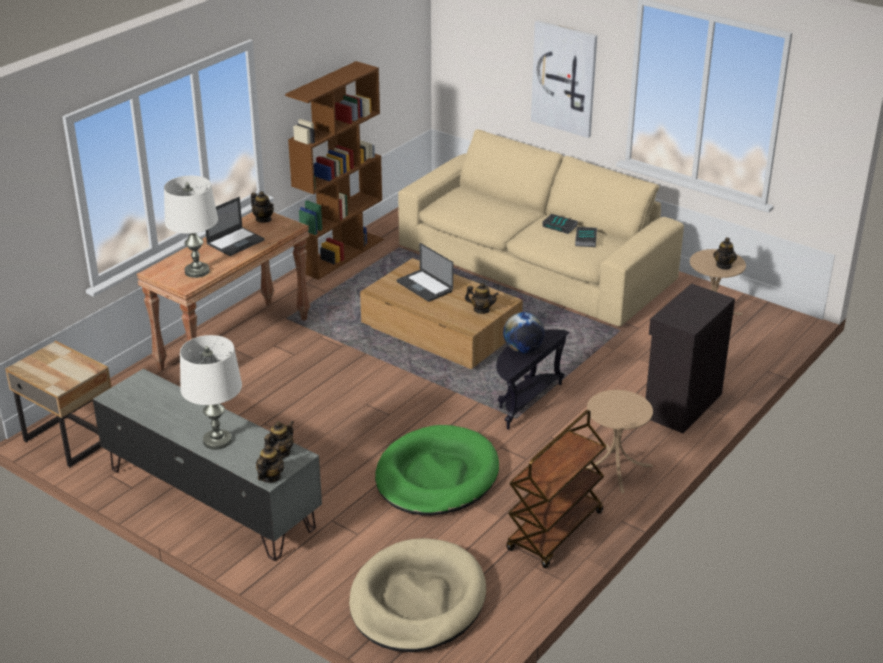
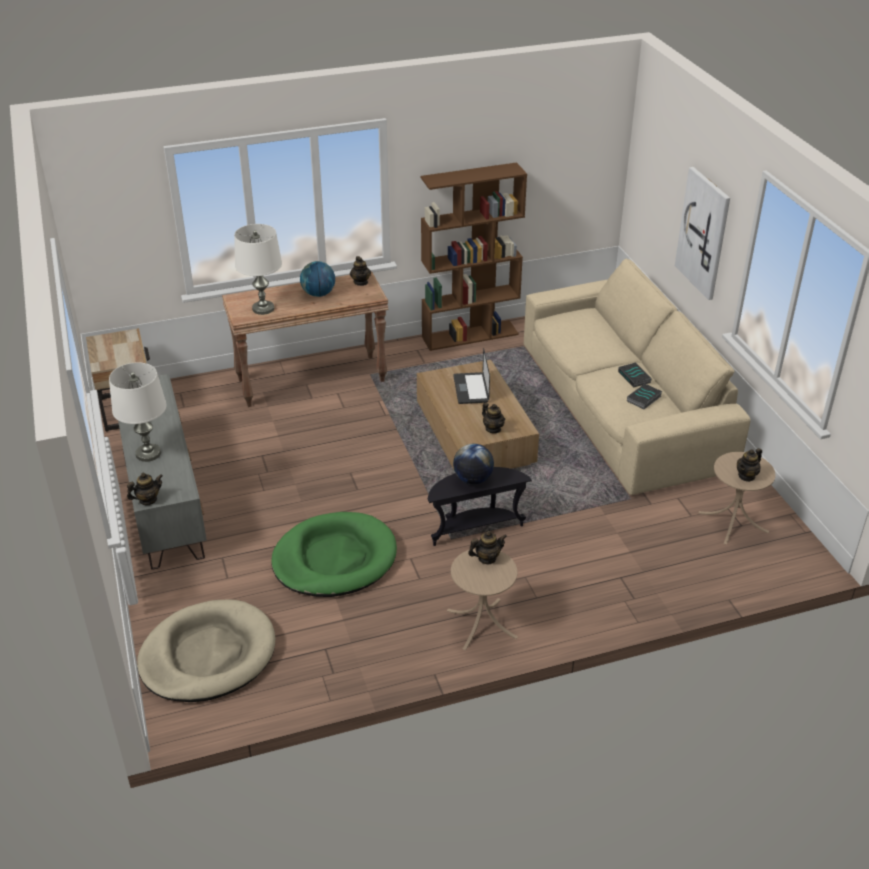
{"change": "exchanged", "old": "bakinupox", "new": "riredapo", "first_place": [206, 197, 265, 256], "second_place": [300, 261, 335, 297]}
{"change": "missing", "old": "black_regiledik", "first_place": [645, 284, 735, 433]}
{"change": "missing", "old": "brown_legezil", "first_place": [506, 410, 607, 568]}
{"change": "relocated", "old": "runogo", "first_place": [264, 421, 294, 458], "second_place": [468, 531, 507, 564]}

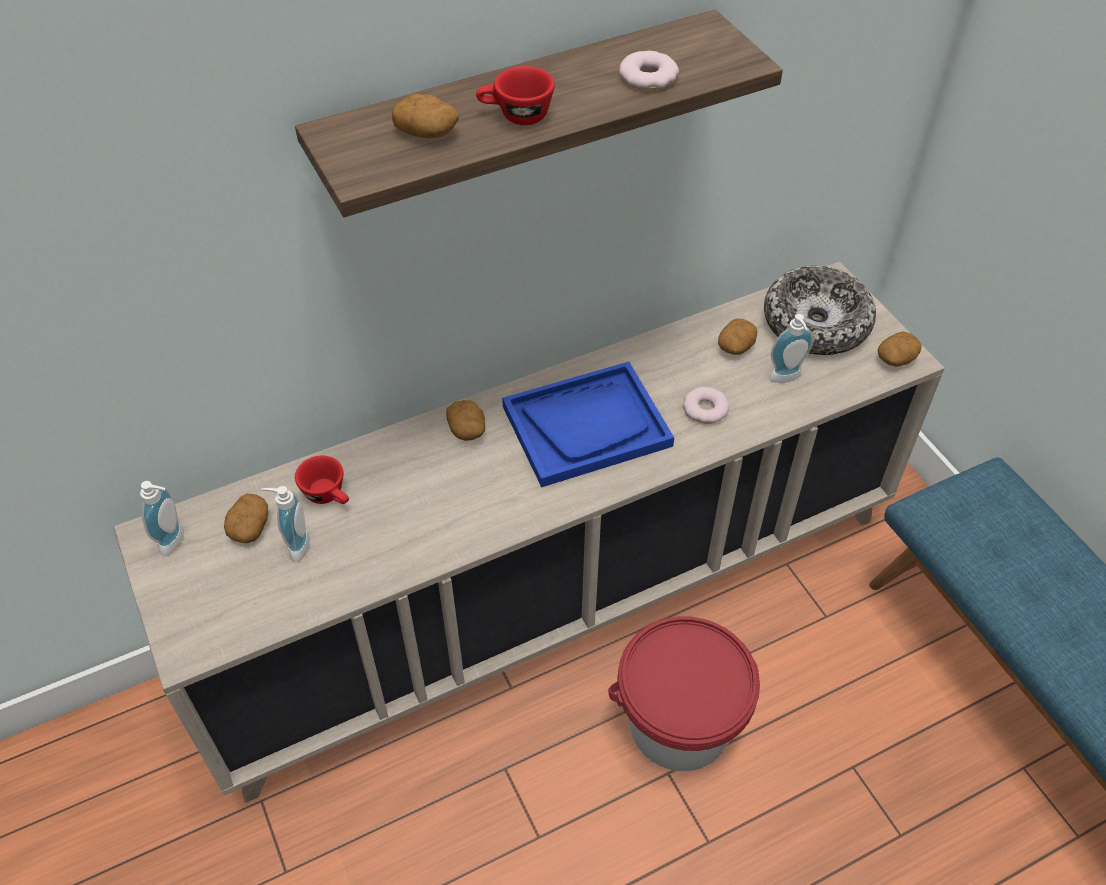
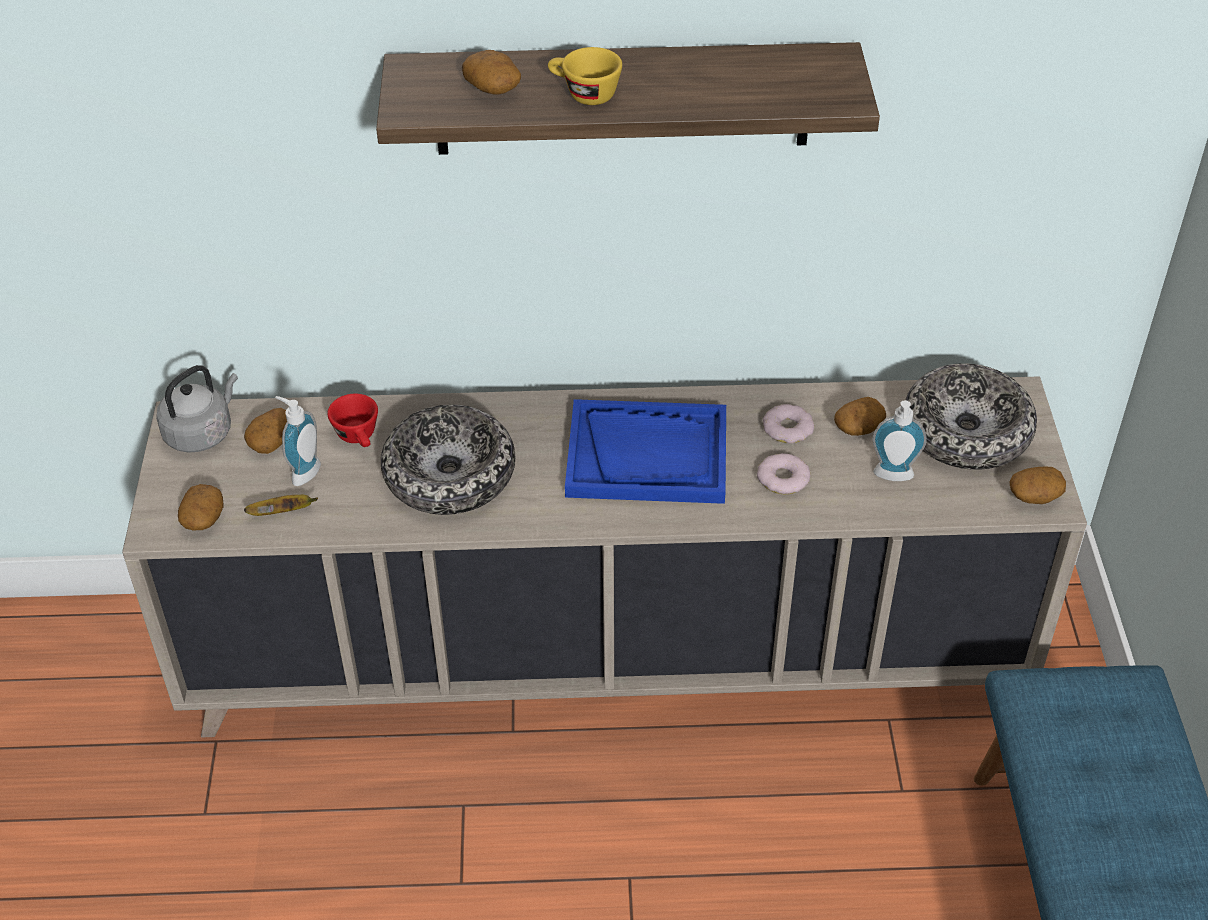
{"change": "relocated", "old": "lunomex", "first_place": [619, 51, 679, 90], "second_place": [763, 404, 814, 444]}
{"change": "colour", "old": "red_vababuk", "new": "yellow_vababuk", "first_place": [476, 66, 555, 125], "second_place": [548, 47, 622, 105]}
{"change": "relocated", "old": "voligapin", "first_place": [446, 400, 485, 441], "second_place": [178, 484, 224, 530]}
{"change": "exchanged", "old": "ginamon", "new": "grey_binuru", "first_place": [140, 481, 184, 557], "second_place": [156, 365, 238, 453]}
{"change": "missing", "old": "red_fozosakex", "first_place": [608, 616, 760, 772]}
{"change": "appeared", "new": "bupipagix", "second_place": [381, 404, 515, 515]}
{"change": "appeared", "new": "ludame", "second_place": [244, 495, 318, 516]}

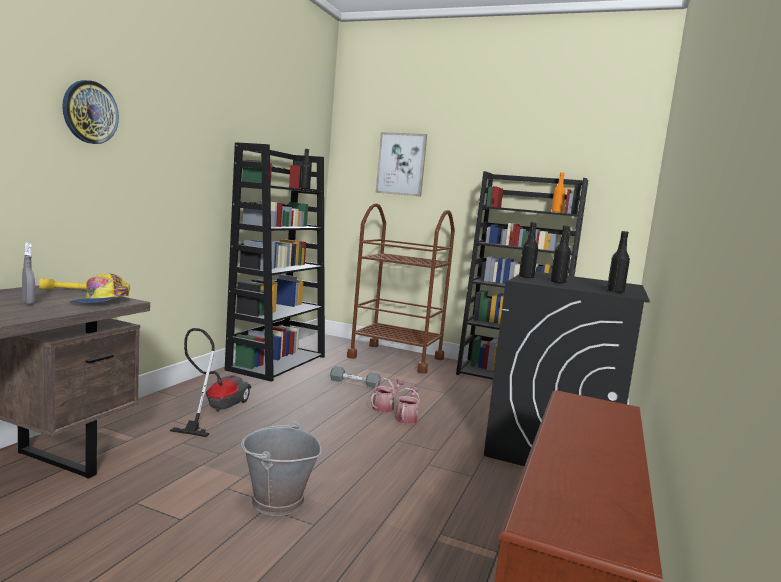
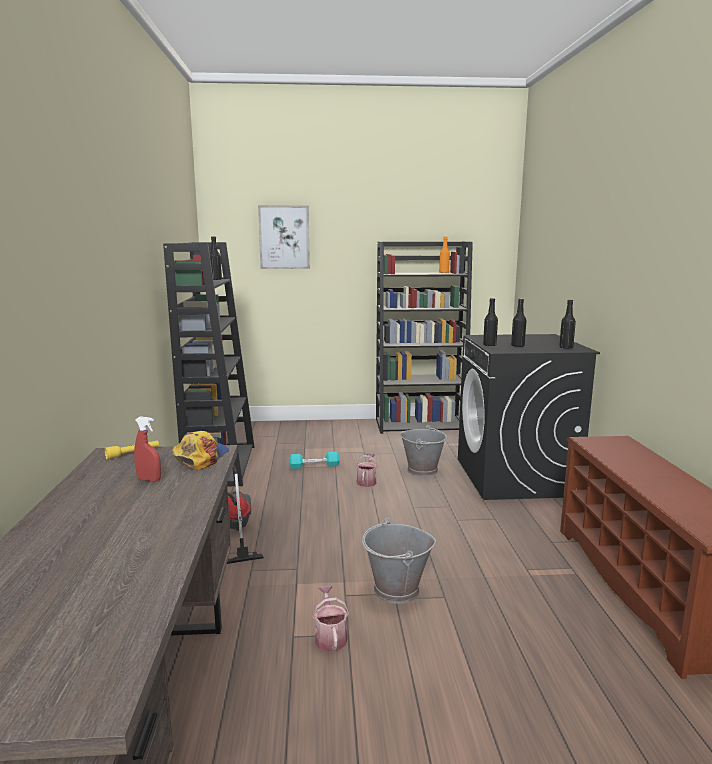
{"change": "missing", "old": "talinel", "first_place": [62, 80, 119, 144]}
{"change": "missing", "old": "brown_legezil", "first_place": [347, 203, 455, 374]}
{"change": "colour", "old": "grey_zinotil", "new": "red_zinotil", "first_place": [22, 242, 36, 304], "second_place": [134, 416, 161, 482]}
{"change": "spun", "old": "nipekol", "first_place": [69, 274, 130, 303], "second_place": [172, 431, 229, 469], "degrees": -150}
{"change": "colour", "old": "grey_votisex", "new": "turquoise_votisex", "first_place": [330, 366, 381, 388], "second_place": [289, 452, 340, 469]}
{"change": "relocated", "old": "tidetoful", "first_place": [395, 387, 421, 424], "second_place": [313, 586, 349, 652]}
{"change": "appeared", "new": "grey_fozosakex", "second_place": [400, 425, 447, 477]}

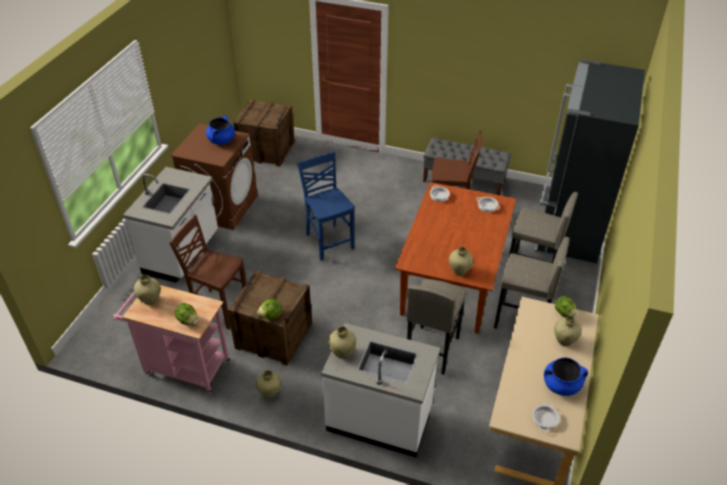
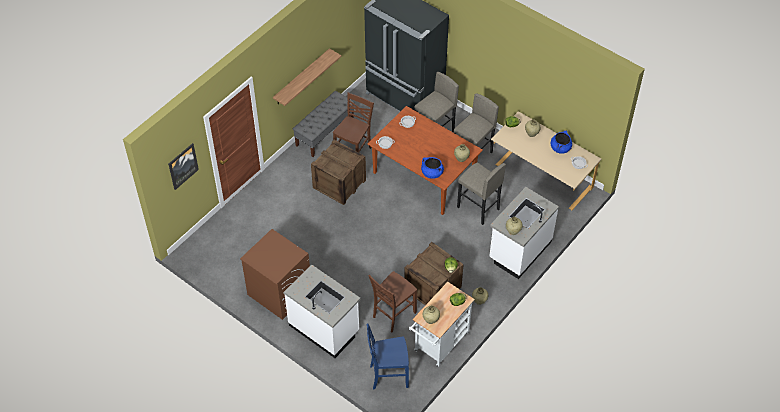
{"change": "relocated", "old": "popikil", "first_place": [234, 99, 295, 167], "second_place": [311, 140, 366, 205]}
{"change": "relocated", "old": "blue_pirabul", "first_place": [206, 116, 235, 145], "second_place": [421, 157, 444, 179]}
{"change": "relocated", "old": "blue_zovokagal", "first_place": [297, 151, 355, 261], "second_place": [367, 324, 409, 389]}
{"change": "colour", "old": "pink_legezil", "new": "white_legezil", "first_place": [113, 285, 230, 393], "second_place": [409, 282, 475, 367]}
{"change": "appeared", "new": "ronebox", "second_place": [273, 48, 341, 106]}
{"change": "appeared", "new": "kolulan", "second_place": [168, 143, 199, 190]}

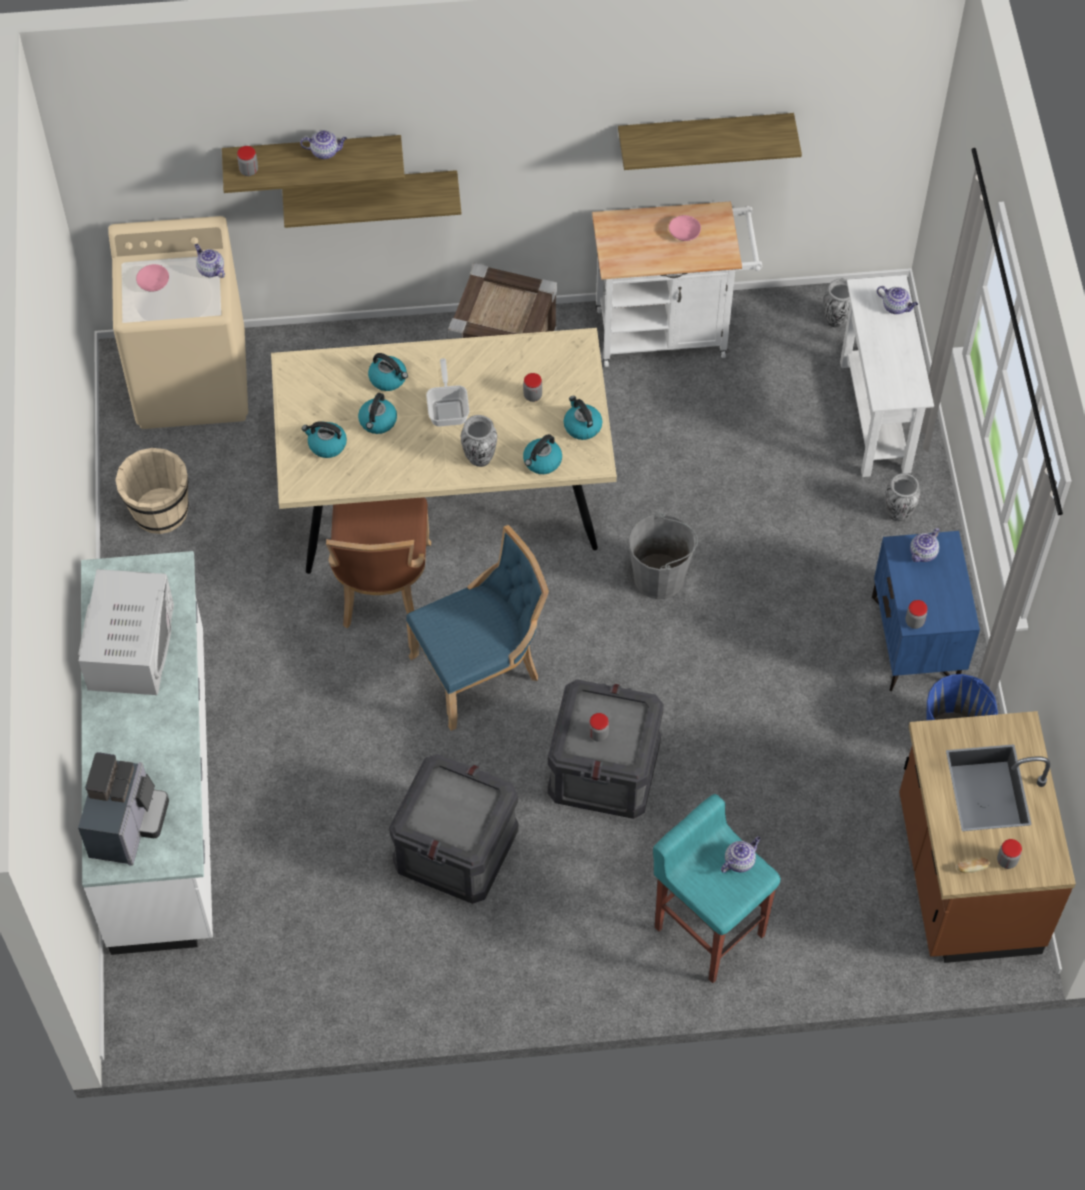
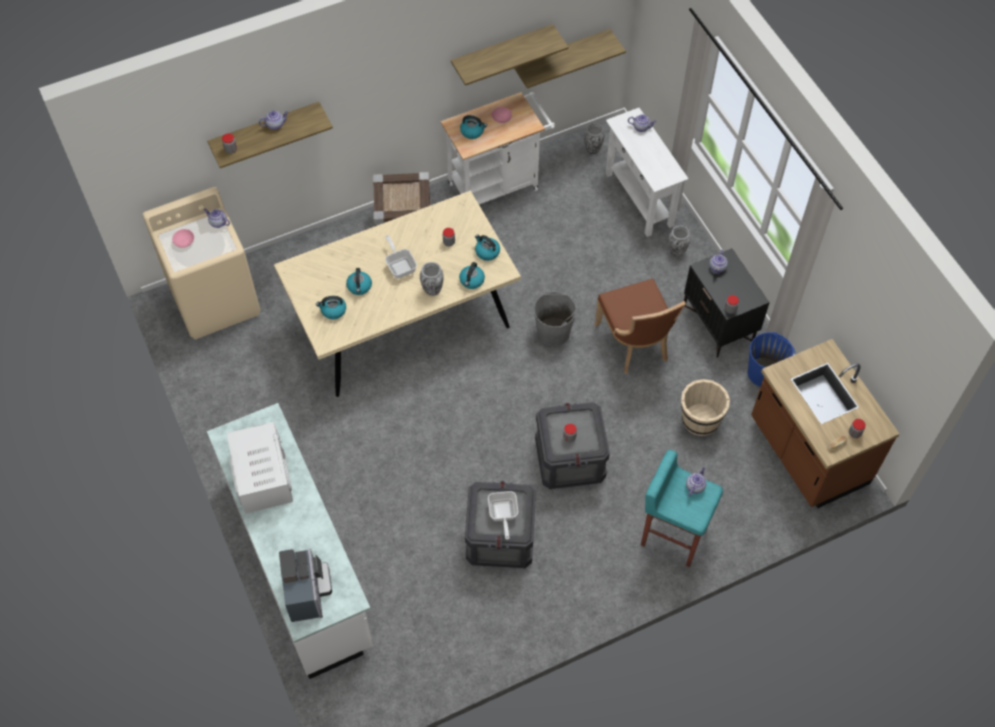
{"change": "relocated", "old": "ronebox", "first_place": [282, 170, 461, 228], "second_place": [514, 29, 626, 88]}
{"change": "relocated", "old": "binuru", "first_place": [368, 353, 408, 391], "second_place": [460, 115, 487, 139]}
{"change": "relocated", "old": "beige_fozosakex", "first_place": [116, 448, 189, 534], "second_place": [681, 379, 730, 436]}
{"change": "relocated", "old": "brown_zovokagal", "first_place": [326, 497, 431, 628], "second_place": [594, 279, 686, 374]}
{"change": "missing", "old": "blue_zovokagal", "first_place": [406, 525, 549, 731]}
{"change": "colour", "old": "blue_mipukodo", "new": "black_mipukodo", "first_place": [872, 531, 980, 691], "second_place": [684, 248, 770, 357]}
{"change": "appeared", "new": "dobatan", "second_place": [488, 491, 518, 540]}

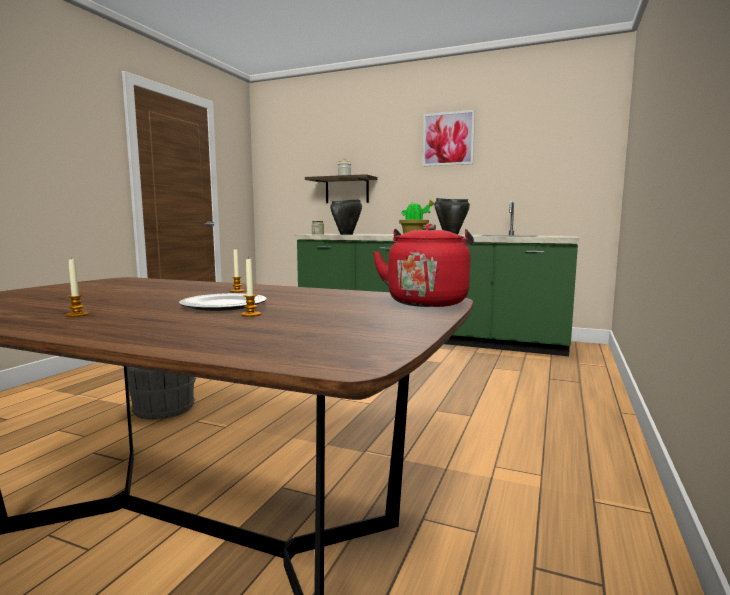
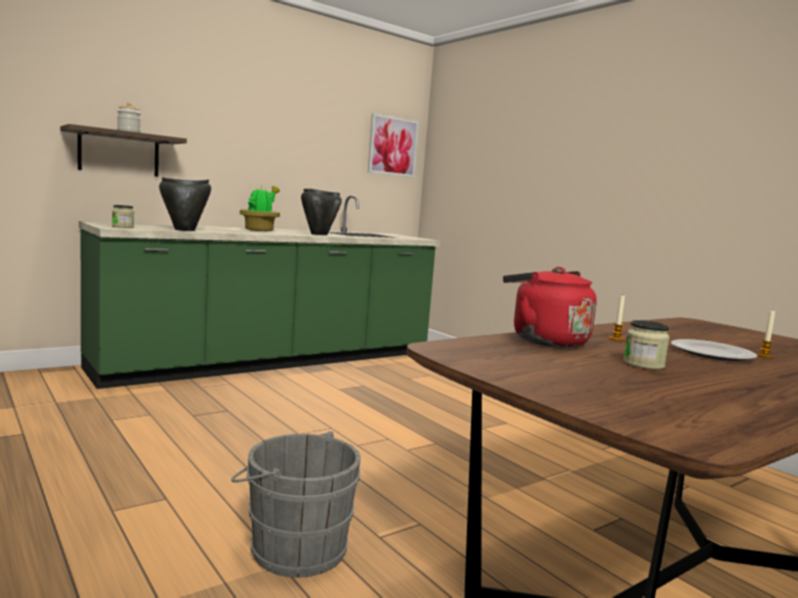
{"change": "relocated", "old": "kolulan", "first_place": [423, 110, 475, 166], "second_place": [368, 113, 419, 178]}
{"change": "relocated", "old": "red_binuru", "first_place": [373, 224, 474, 307], "second_place": [503, 267, 597, 347]}
{"change": "missing", "old": "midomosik", "first_place": [66, 257, 89, 317]}
{"change": "appeared", "new": "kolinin", "second_place": [623, 320, 670, 370]}

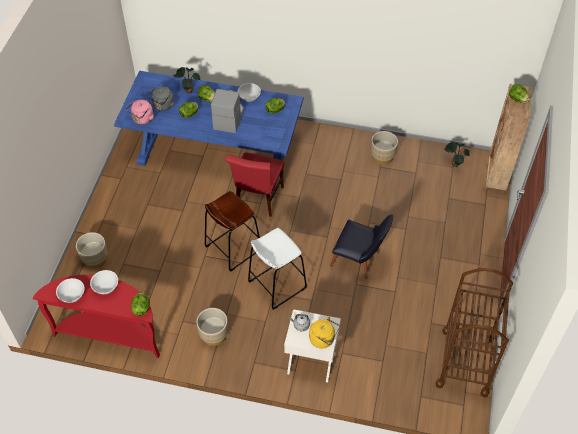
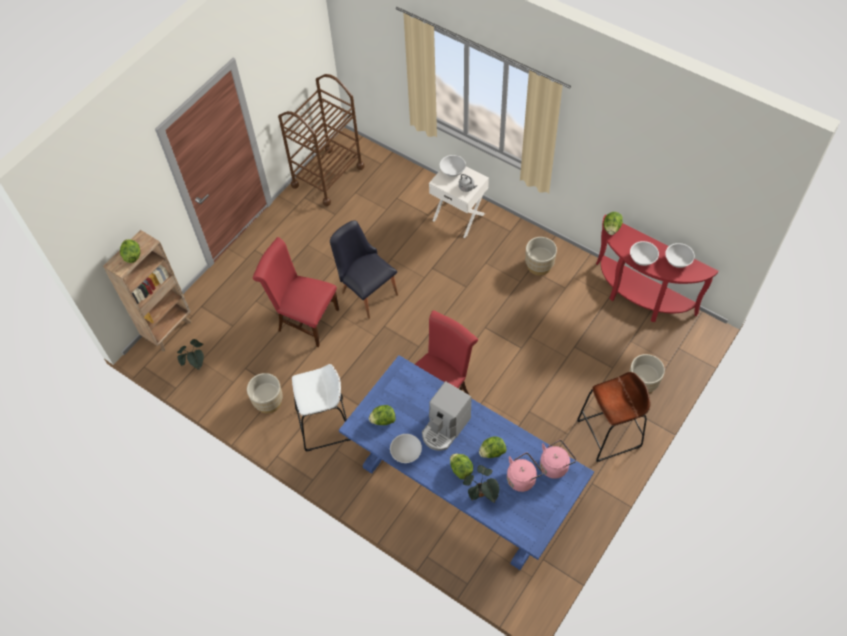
{"change": "colour", "old": "grey_binuru", "new": "pink_binuru", "first_place": [147, 87, 175, 111], "second_place": [507, 452, 543, 492]}
{"change": "relocated", "old": "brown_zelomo", "first_place": [204, 191, 260, 271], "second_place": [577, 372, 650, 462]}
{"change": "relocated", "old": "white_zelomo", "first_place": [248, 228, 307, 310], "second_place": [292, 364, 350, 452]}
{"change": "exchanged", "old": "yellow_binuru", "new": "white_bupipagix", "first_place": [309, 317, 340, 348], "second_place": [440, 155, 466, 177]}
{"change": "appeared", "new": "red_zovokagal", "second_place": [252, 237, 339, 347]}

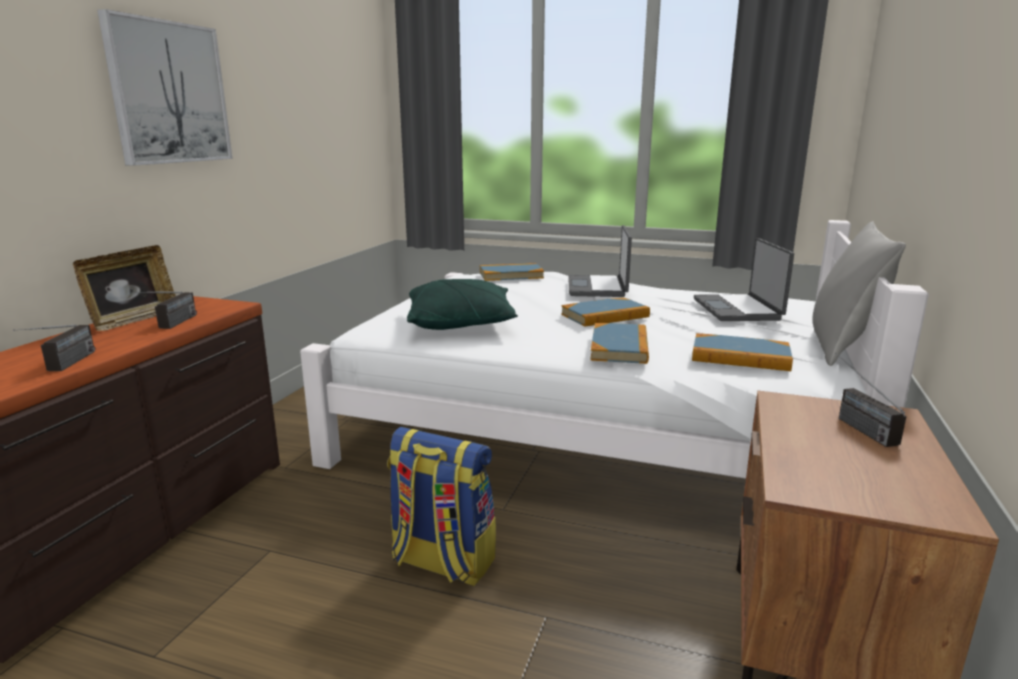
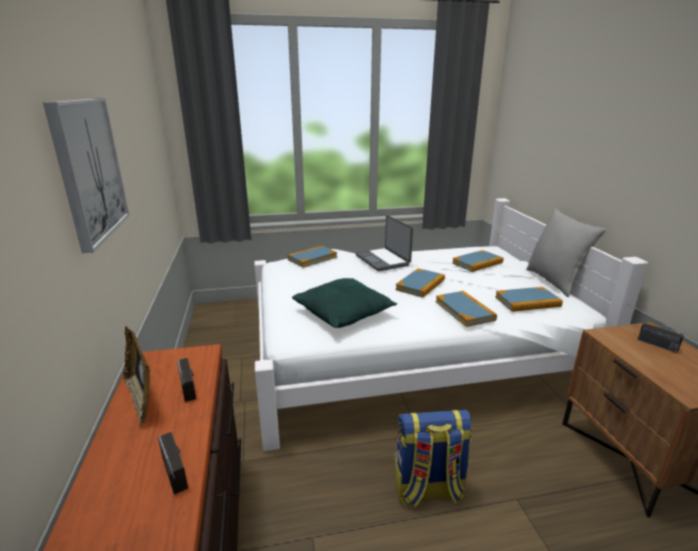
{"change": "exchanged", "old": "bakinupox", "new": "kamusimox", "first_place": [694, 238, 794, 321], "second_place": [452, 250, 503, 272]}
{"change": "spun", "old": "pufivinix", "first_place": [73, 245, 176, 331], "second_place": [123, 326, 150, 426], "degrees": 150}

